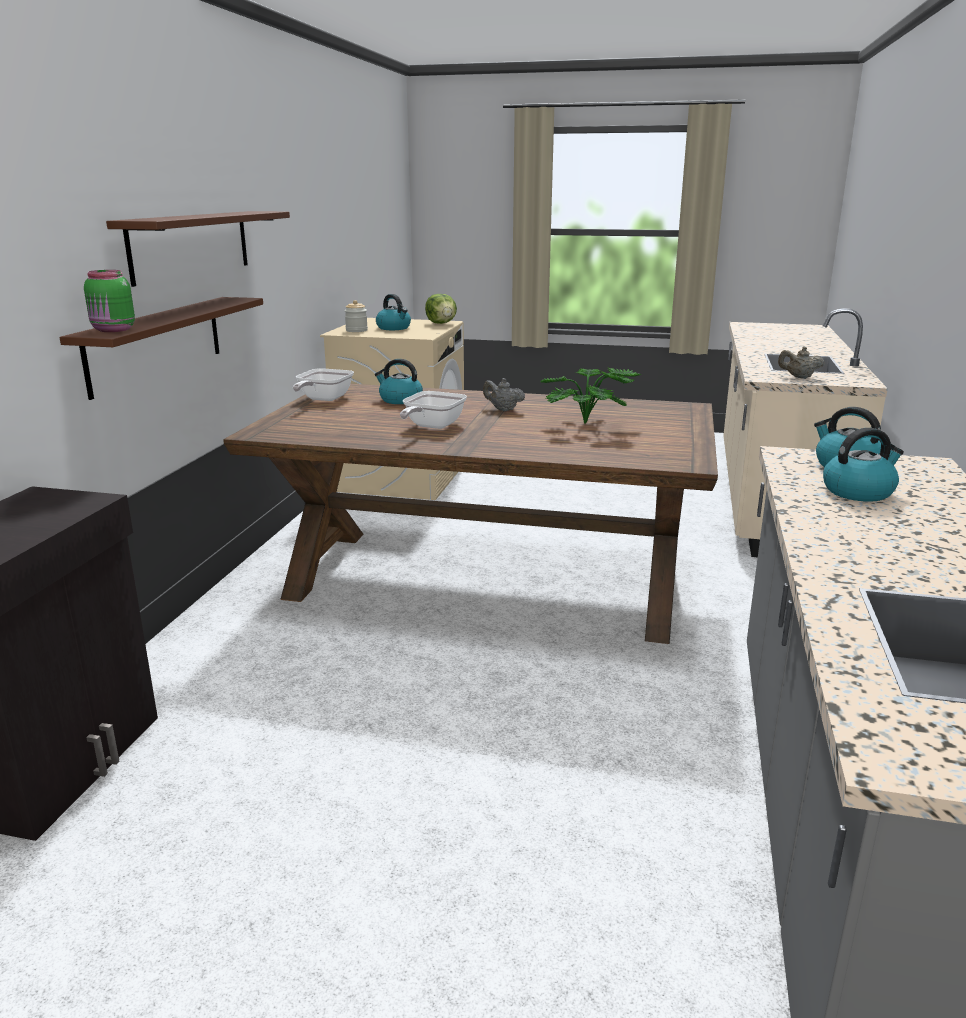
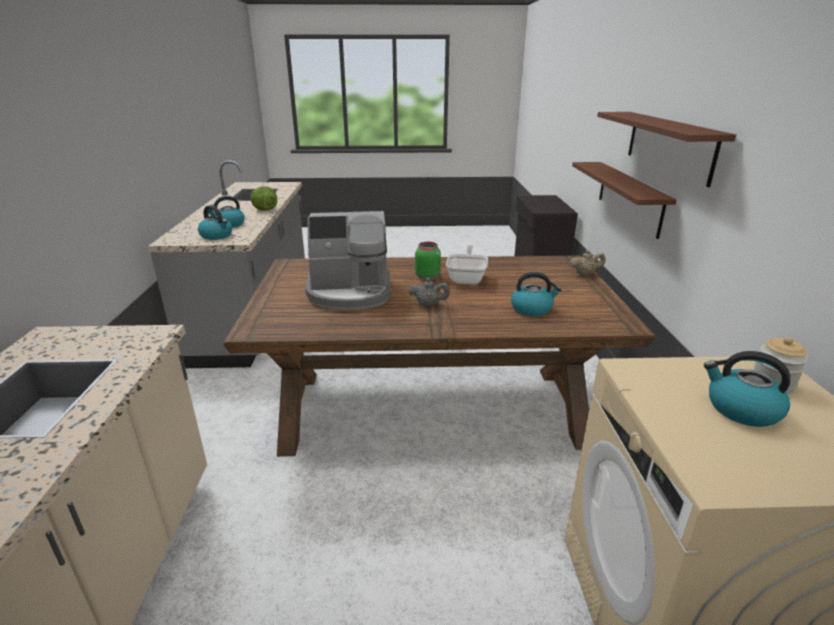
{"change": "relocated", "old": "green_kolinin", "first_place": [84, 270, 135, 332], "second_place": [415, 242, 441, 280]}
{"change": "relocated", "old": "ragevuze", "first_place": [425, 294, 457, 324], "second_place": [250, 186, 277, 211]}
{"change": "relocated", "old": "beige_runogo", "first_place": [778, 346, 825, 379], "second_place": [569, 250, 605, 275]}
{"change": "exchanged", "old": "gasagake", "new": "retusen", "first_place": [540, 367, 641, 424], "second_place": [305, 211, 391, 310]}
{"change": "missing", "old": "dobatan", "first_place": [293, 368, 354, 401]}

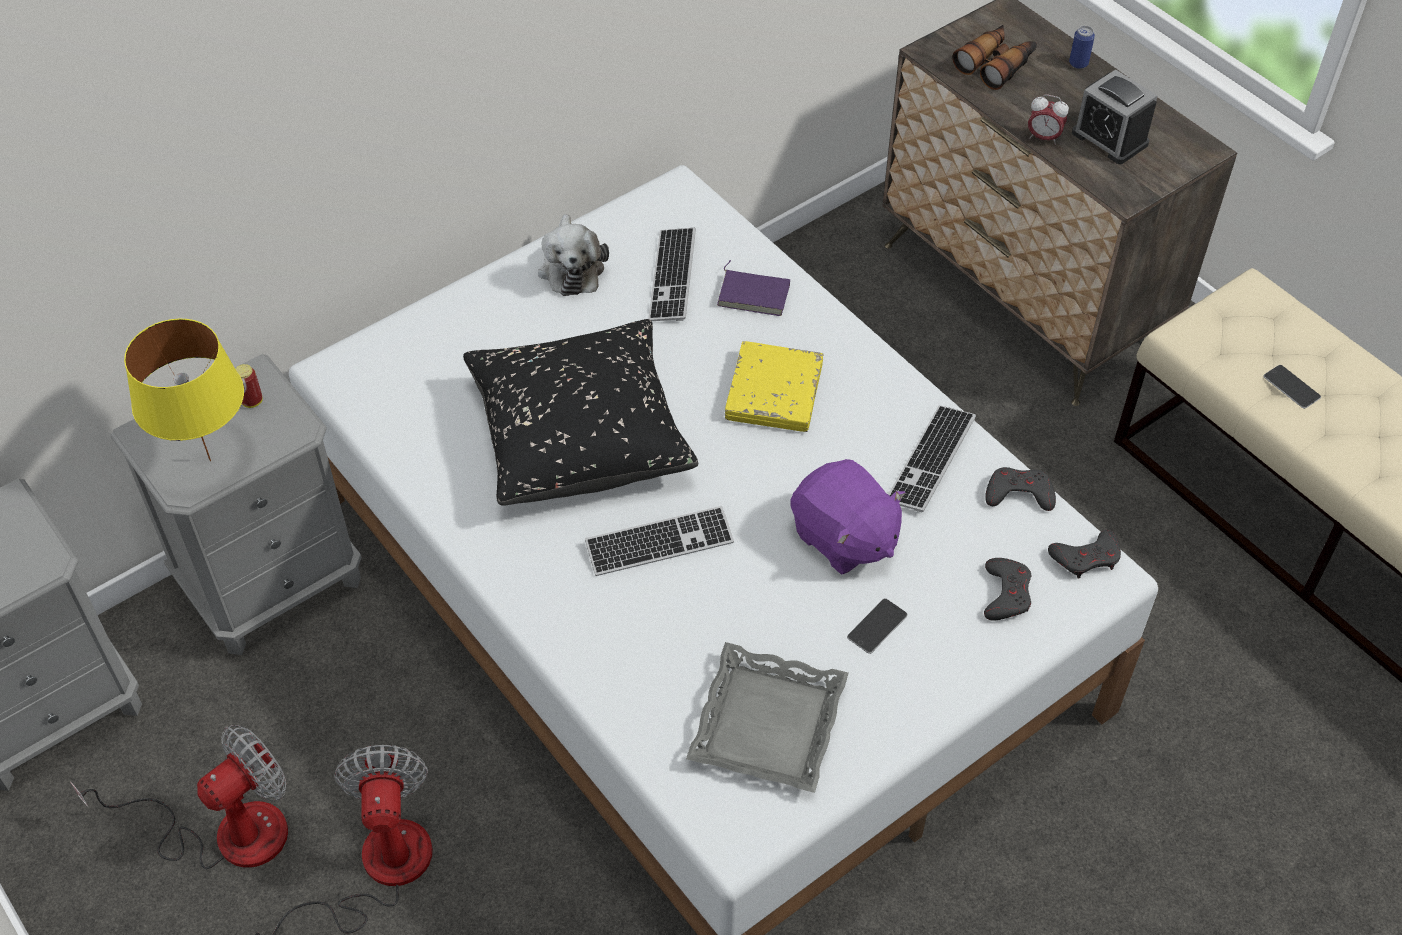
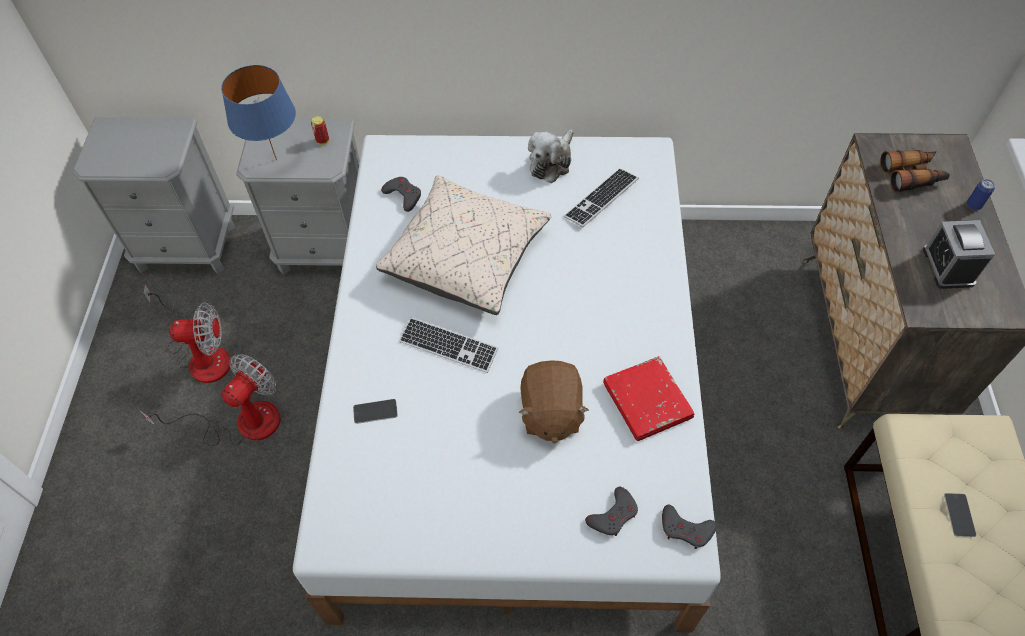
{"change": "missing", "old": "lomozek", "first_place": [1028, 94, 1069, 145]}
{"change": "missing", "old": "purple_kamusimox", "first_place": [717, 260, 790, 316]}
{"change": "colour", "old": "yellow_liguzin", "new": "blue_liguzin", "first_place": [124, 319, 244, 461], "second_place": [221, 65, 296, 160]}
{"change": "colour", "old": "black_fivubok", "new": "beige_fivubok", "first_place": [463, 319, 699, 506], "second_place": [376, 175, 552, 315]}
{"change": "missing", "old": "yellow_kamusimox", "first_place": [725, 341, 823, 432]}
{"change": "exchanged", "old": "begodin", "new": "red_kamusimox", "first_place": [888, 405, 976, 512], "second_place": [603, 356, 694, 441]}
{"change": "colour", "old": "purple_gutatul", "new": "brown_gutatul", "first_place": [791, 459, 906, 575], "second_place": [519, 360, 589, 444]}
{"change": "relocated", "old": "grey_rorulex", "first_place": [985, 467, 1056, 511], "second_place": [381, 177, 421, 212]}
{"change": "relocated", "old": "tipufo", "first_place": [847, 598, 908, 654], "second_place": [353, 399, 398, 424]}
{"change": "missing", "old": "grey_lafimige", "first_place": [686, 642, 849, 793]}

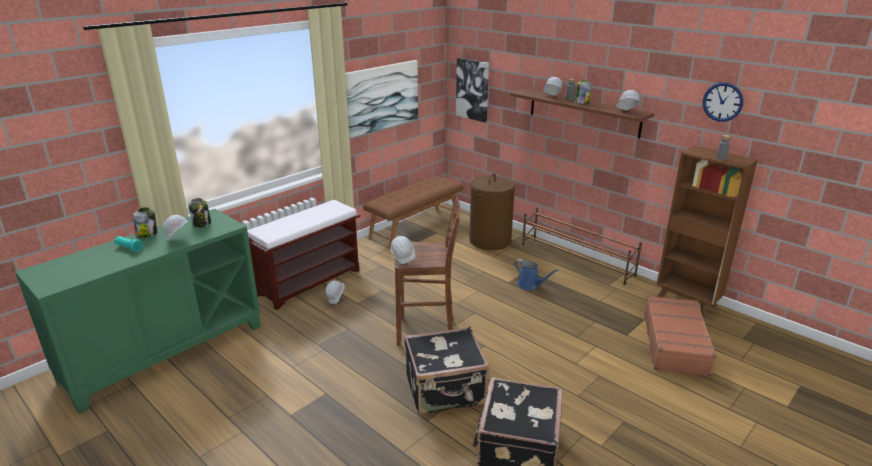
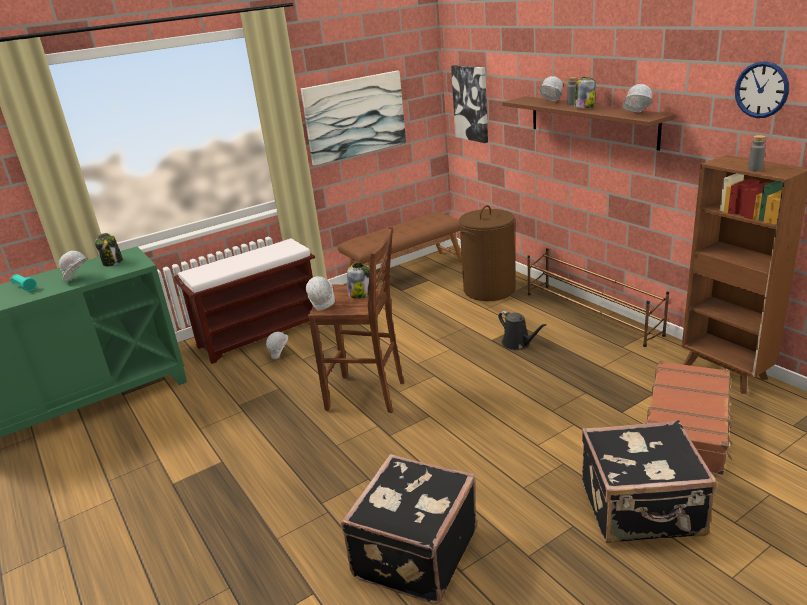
{"change": "relocated", "old": "kolinin", "first_place": [133, 207, 157, 238], "second_place": [347, 263, 370, 299]}
{"change": "colour", "old": "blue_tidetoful", "new": "black_tidetoful", "first_place": [514, 259, 559, 290], "second_place": [498, 311, 547, 350]}
{"change": "relocated", "old": "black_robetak", "first_place": [404, 327, 489, 415], "second_place": [582, 420, 717, 543]}

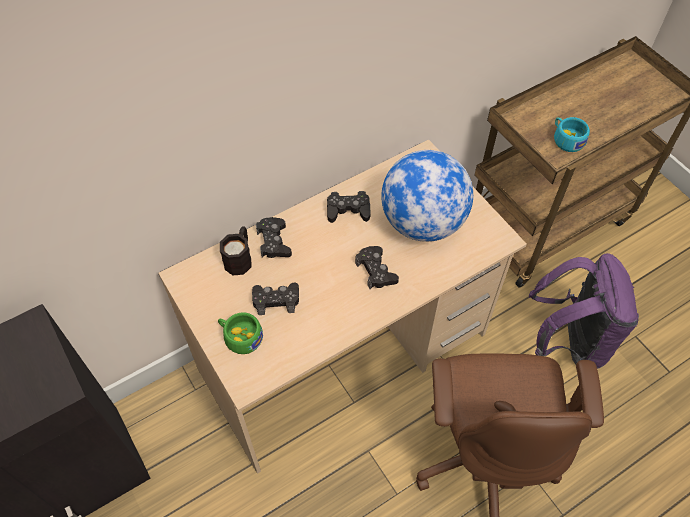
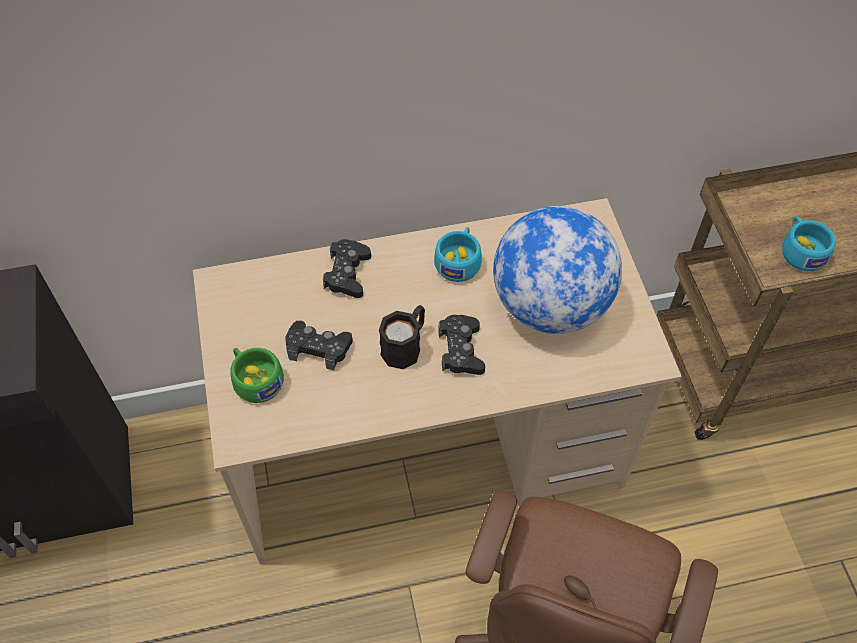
{"change": "exchanged", "old": "black_rorulex", "new": "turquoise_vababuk", "first_place": [327, 191, 371, 223], "second_place": [434, 227, 482, 282]}
{"change": "relocated", "old": "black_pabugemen", "first_place": [220, 226, 252, 276], "second_place": [379, 305, 425, 369]}
{"change": "missing", "old": "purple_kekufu", "first_place": [529, 253, 639, 369]}

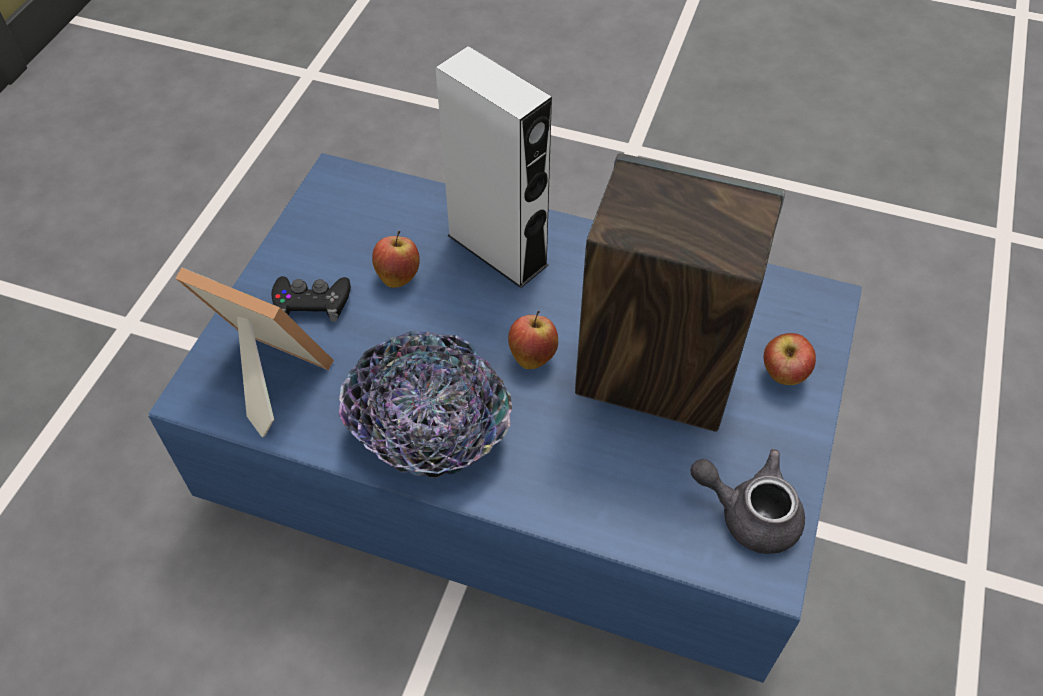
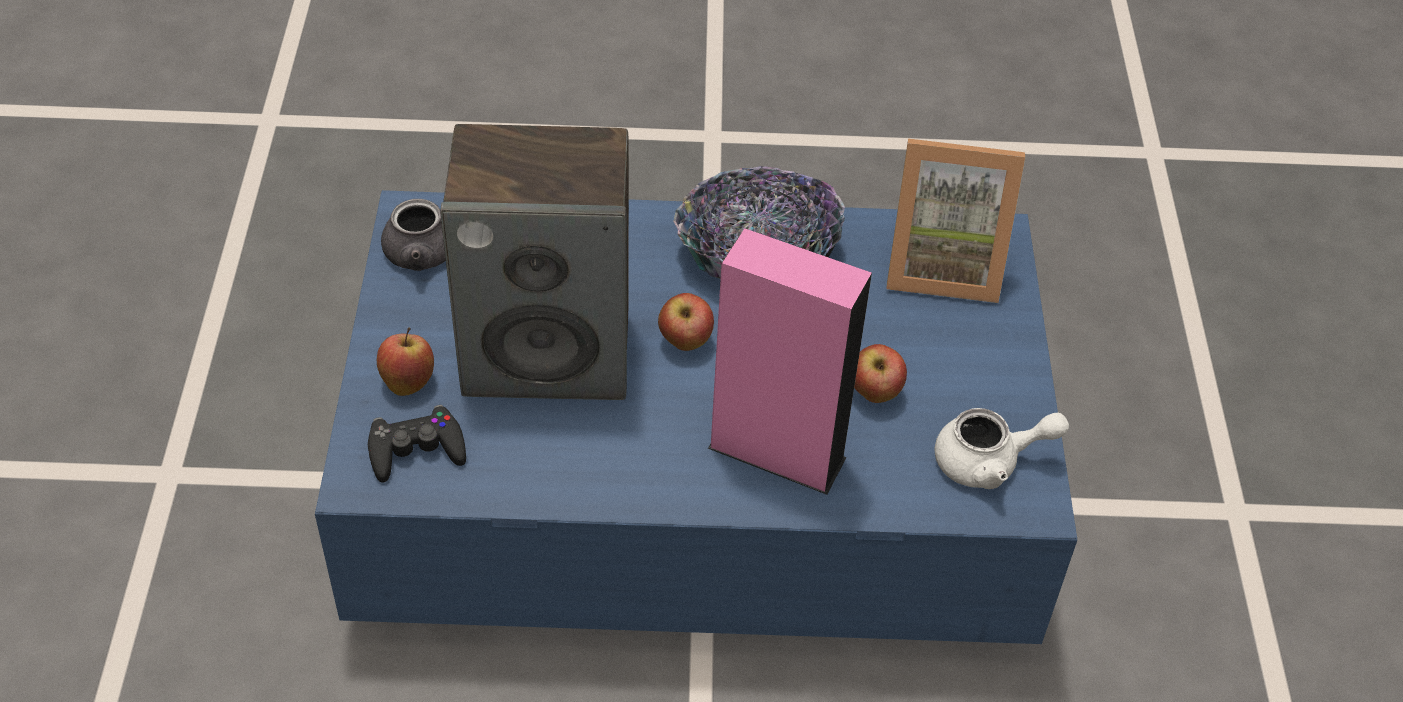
{"change": "colour", "old": "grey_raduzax", "new": "pink_raduzax", "first_place": [436, 46, 552, 288], "second_place": [708, 228, 872, 495]}
{"change": "relocated", "old": "black_rorulex", "first_place": [271, 276, 351, 322], "second_place": [368, 405, 466, 483]}
{"change": "appeared", "new": "white_runogo", "second_place": [935, 408, 1069, 489]}

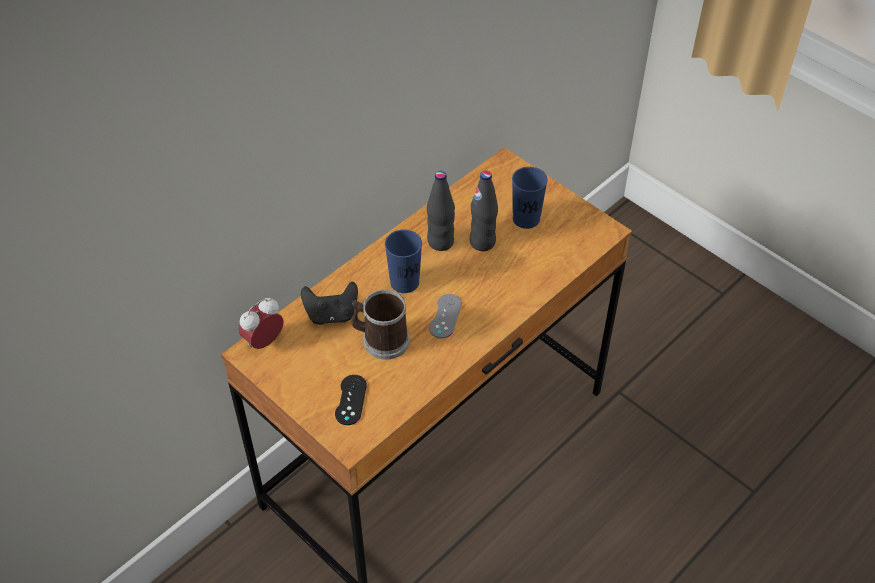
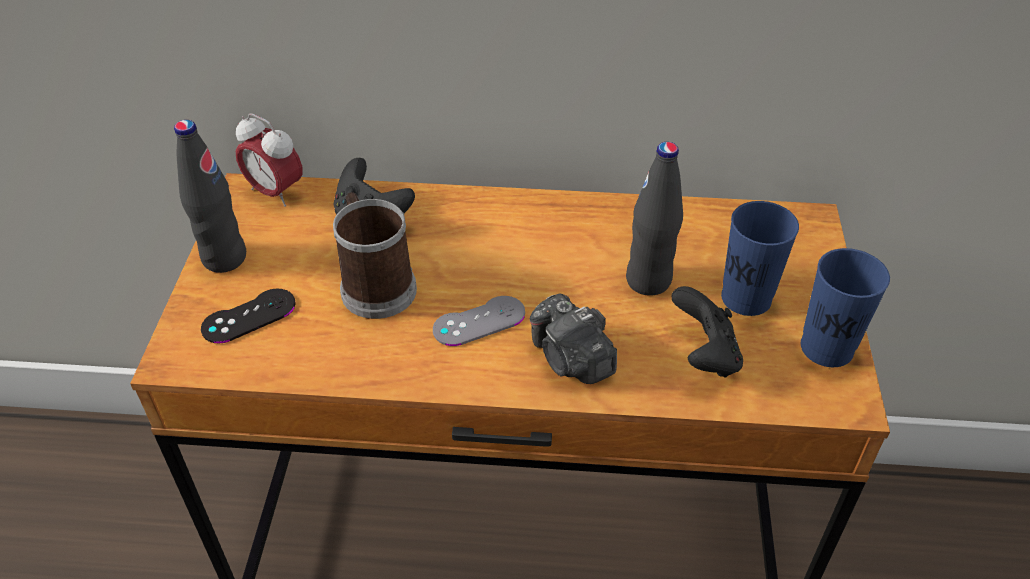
{"change": "relocated", "old": "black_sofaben", "first_place": [427, 171, 455, 251], "second_place": [174, 120, 246, 273]}
{"change": "relocated", "old": "blue_vababuk", "first_place": [385, 230, 422, 293], "second_place": [801, 248, 890, 367]}
{"change": "spun", "old": "lomozek", "first_place": [239, 298, 284, 349], "second_place": [236, 113, 302, 207], "degrees": -150}
{"change": "appeared", "new": "black_rorulex", "second_place": [672, 286, 743, 378]}
{"change": "appeared", "new": "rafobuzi", "second_place": [530, 293, 617, 384]}

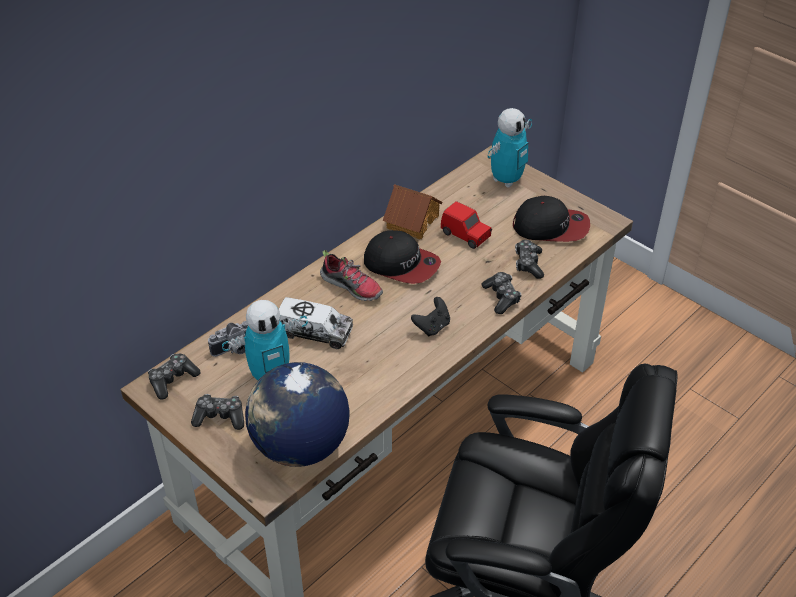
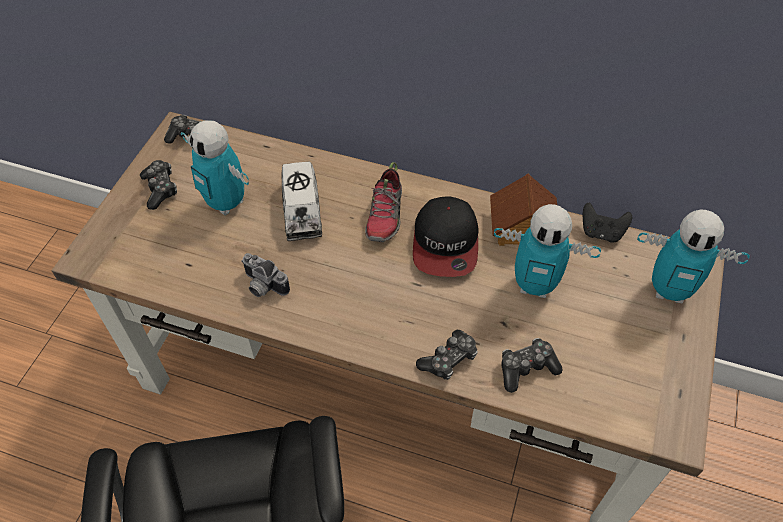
{"change": "missing", "old": "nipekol", "first_place": [513, 196, 590, 242]}
{"change": "exchanged", "old": "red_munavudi", "new": "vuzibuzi", "first_place": [441, 201, 492, 249], "second_place": [494, 204, 601, 298]}
{"change": "relocated", "old": "black_rorulex", "first_place": [411, 297, 450, 336], "second_place": [583, 202, 632, 242]}
{"change": "relocated", "old": "rafobuzi", "first_place": [208, 321, 248, 357], "second_place": [241, 253, 290, 297]}
{"change": "missing", "old": "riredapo", "first_place": [245, 362, 350, 467]}

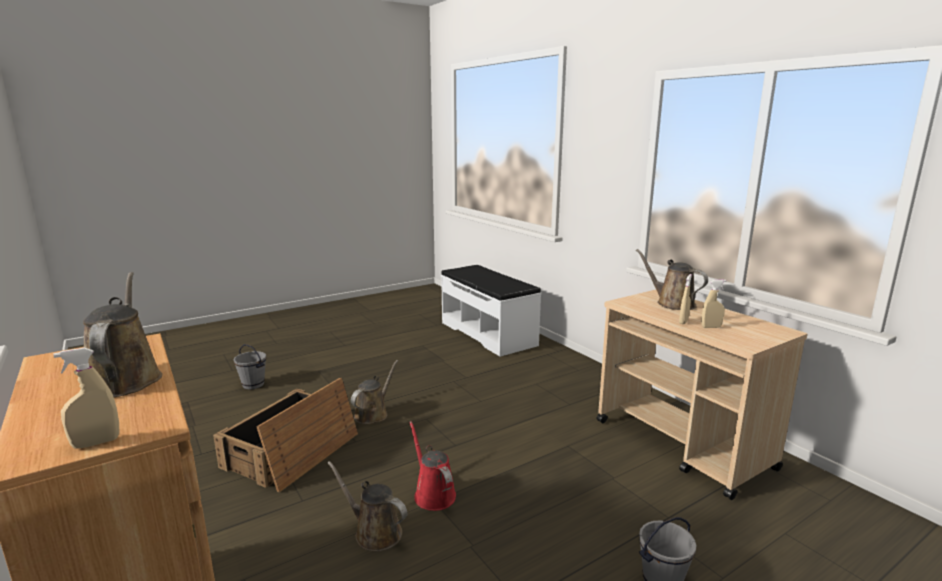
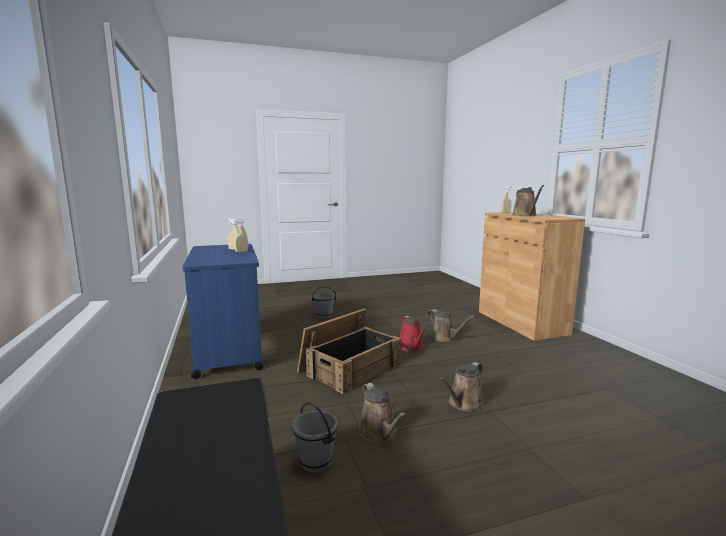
{"change": "relocated", "old": "brown_tidetoful", "first_place": [636, 249, 708, 310], "second_place": [358, 383, 406, 443]}
{"change": "colour", "old": "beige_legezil", "new": "blue_legezil", "first_place": [596, 290, 807, 500], "second_place": [183, 244, 264, 379]}
{"change": "relocated", "old": "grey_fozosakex", "first_place": [234, 344, 266, 389], "second_place": [292, 402, 337, 473]}
{"change": "relocated", "old": "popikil", "first_place": [213, 378, 358, 492], "second_place": [297, 309, 401, 394]}

